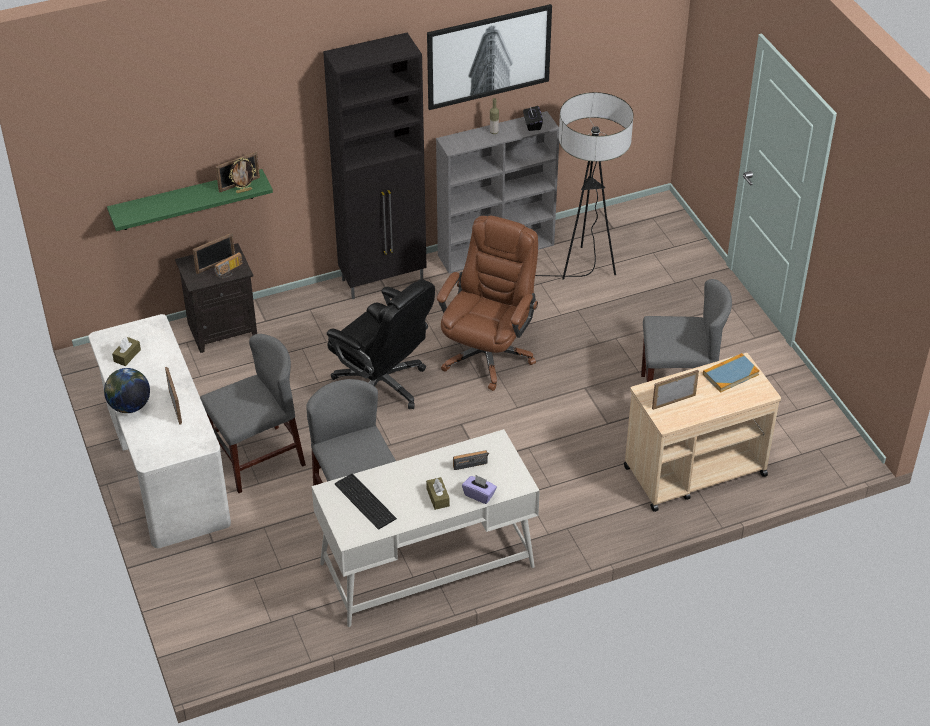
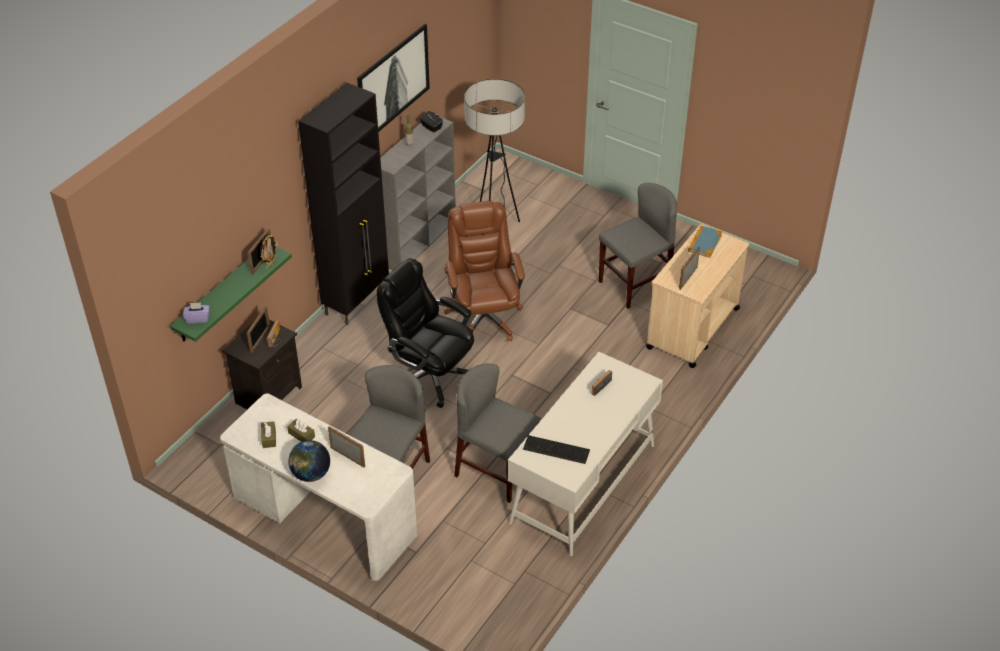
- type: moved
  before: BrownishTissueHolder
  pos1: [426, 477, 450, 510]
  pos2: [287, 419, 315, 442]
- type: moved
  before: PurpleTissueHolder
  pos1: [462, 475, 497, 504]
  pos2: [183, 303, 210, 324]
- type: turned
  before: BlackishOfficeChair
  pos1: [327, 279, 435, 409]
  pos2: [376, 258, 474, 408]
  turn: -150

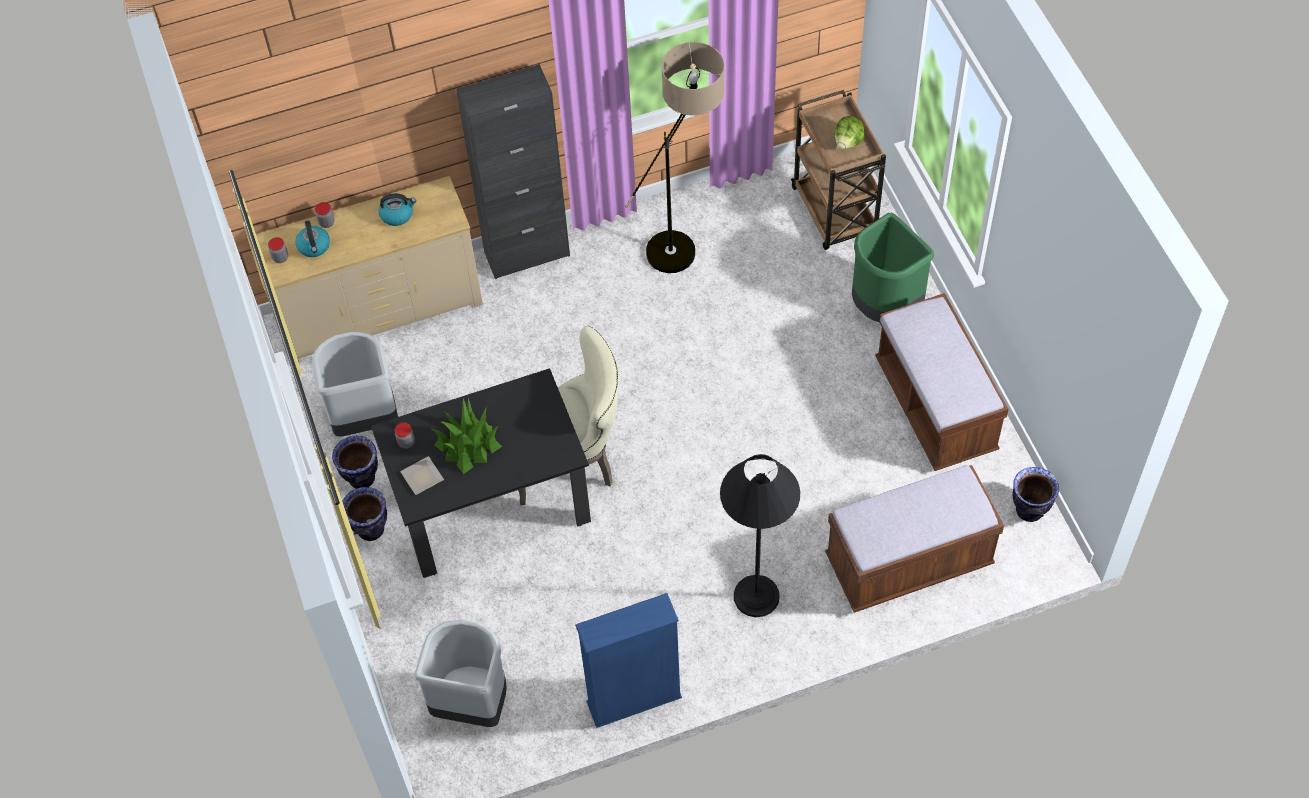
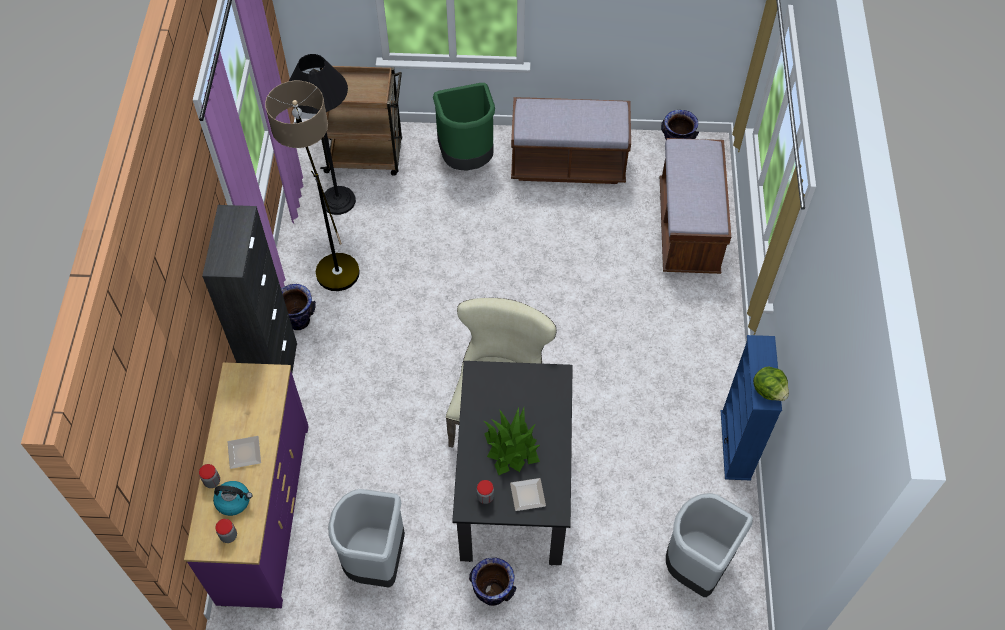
- type: removed
  before: TeaKettle
  pos1: [379, 193, 416, 226]
- type: added
  after: FlatDish
  pos2: [228, 436, 261, 469]
- type: moved
  before: DecorativeVase
  pos1: [332, 435, 378, 489]
  pos2: [281, 284, 316, 330]
- type: moved
  before: BlackishFloorLamp
  pos1: [720, 454, 800, 618]
  pos2: [289, 54, 356, 215]
- type: moved
  before: Lettuce
  pos1: [834, 116, 865, 149]
  pos2: [753, 366, 789, 401]
- type: recoloured
  before: BeigeChestOfDrawers
  after: PurpleChestOfDrawers
  pos1: [247, 176, 483, 362]
  pos2: [184, 362, 309, 609]

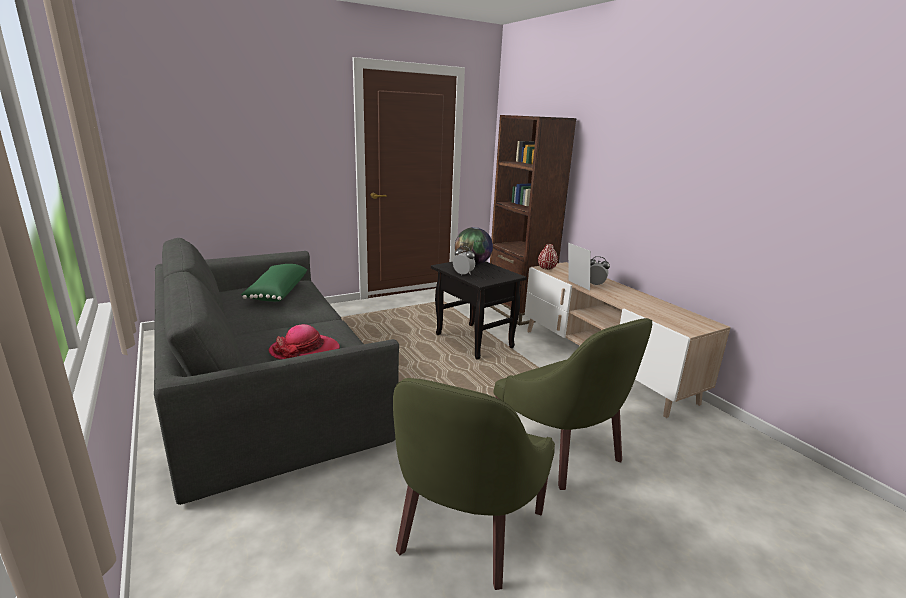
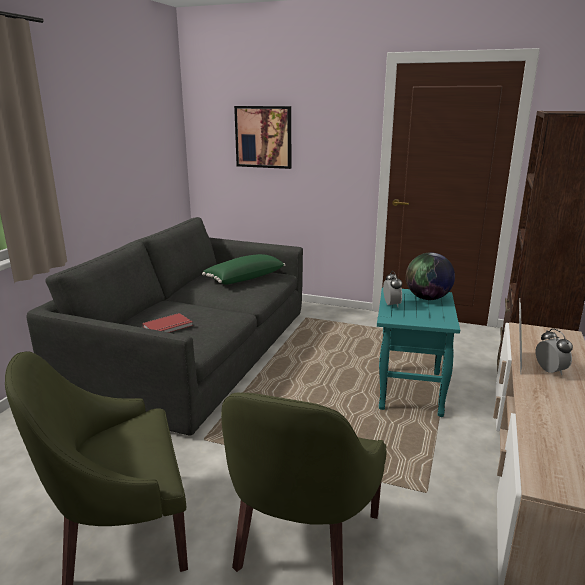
- type: removed
  before: ReddishDecorativeVase
  pos1: [538, 244, 558, 270]
- type: added
  after: Picture
  pos2: [234, 106, 291, 169]
- type: replaced
  before: Hat
  after: ReddishBoundBook
  pos1: [269, 324, 340, 360]
  pos2: [142, 313, 193, 333]
- type: recoloured
  before: BlackishAccentTable
  after: BlueGreenAccentTable
  pos1: [431, 261, 526, 359]
  pos2: [377, 287, 460, 417]

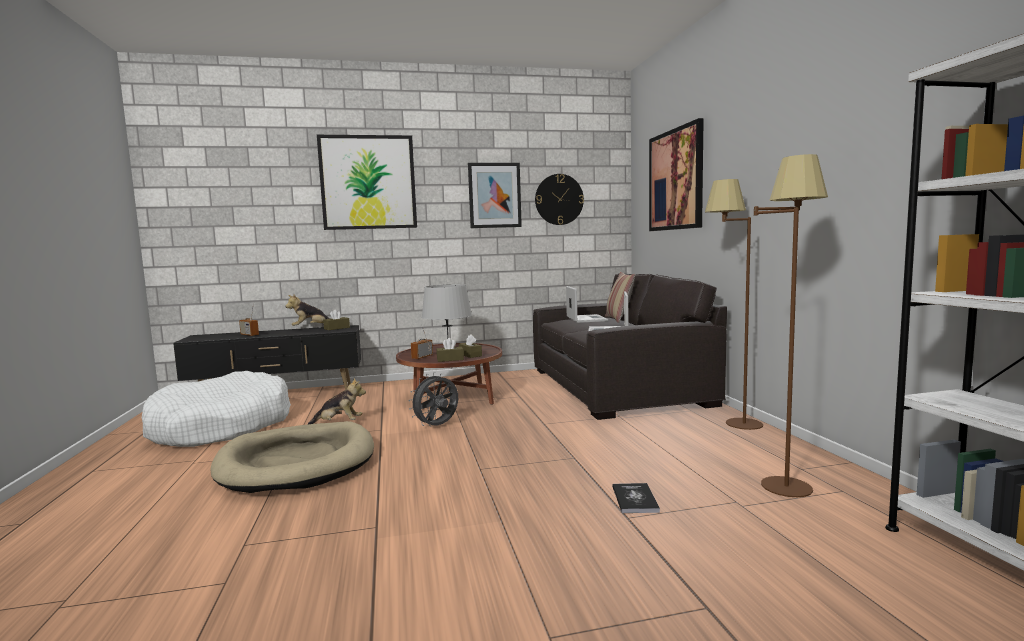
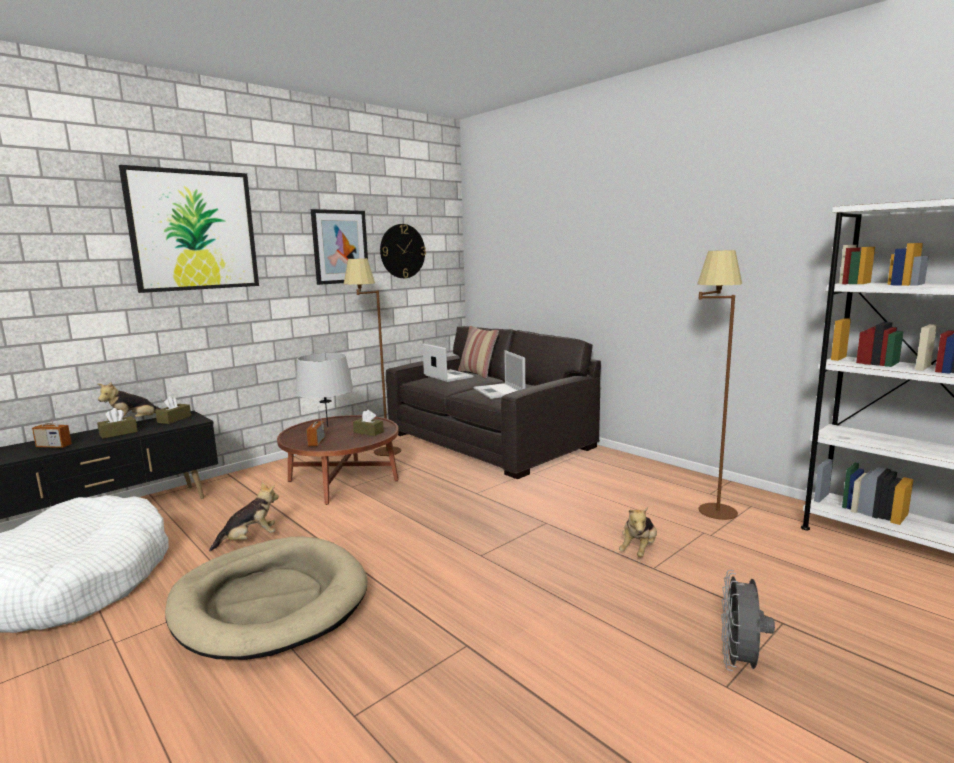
- type: removed
  before: Picture
  pos1: [649, 118, 704, 231]
- type: moved
  before: GreyishCoolingFan
  pos1: [408, 372, 458, 427]
  pos2: [721, 570, 775, 671]
- type: moved
  before: BrownishTissueHolder
  pos1: [437, 338, 464, 362]
  pos2: [97, 408, 138, 439]
- type: moved
  before: BrownishFloorLamp
  pos1: [705, 179, 763, 430]
  pos2: [344, 258, 401, 456]
- type: replaced
  before: BoundBook
  after: CuddlyToy
  pos1: [612, 483, 660, 513]
  pos2: [619, 507, 657, 557]

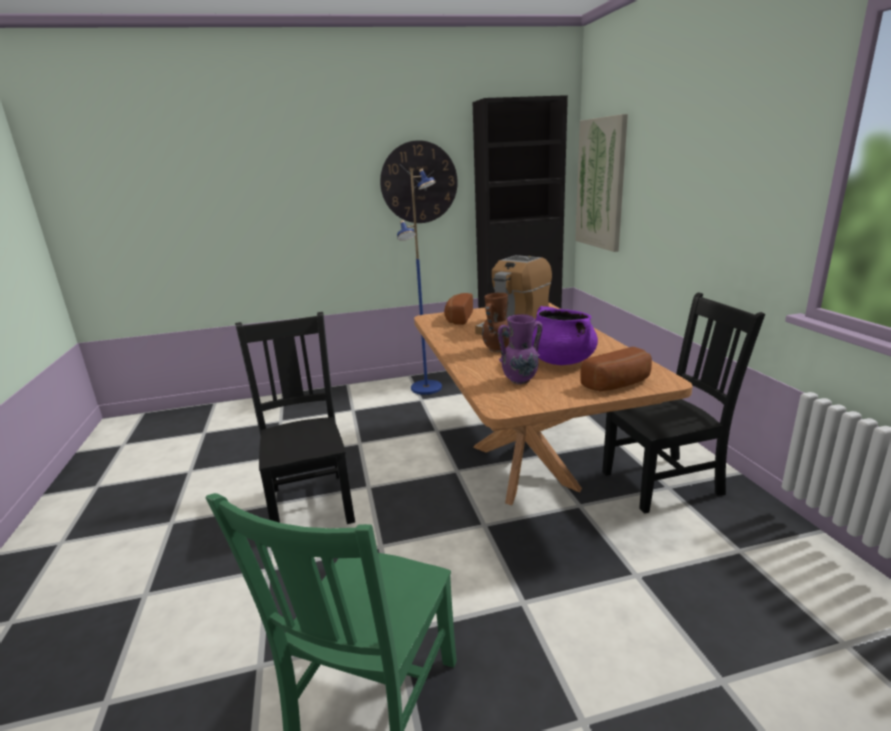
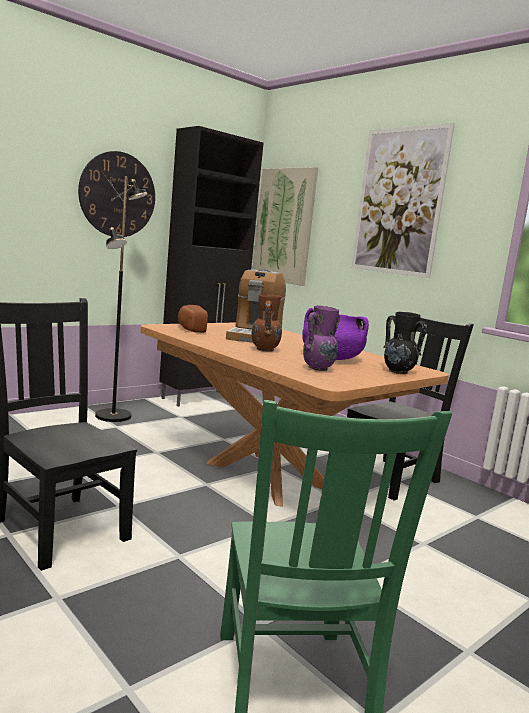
- type: added
  after: Picture
  pos2: [351, 123, 455, 278]
- type: replaced
  before: BakeryBread
  after: BlackishDecorativeVase
  pos1: [580, 347, 652, 392]
  pos2: [383, 312, 427, 374]
- type: recoloured
  before: BlueFloorLamp
  after: BlackishFloorLamp
  pos1: [397, 168, 442, 395]
  pos2: [95, 176, 148, 422]

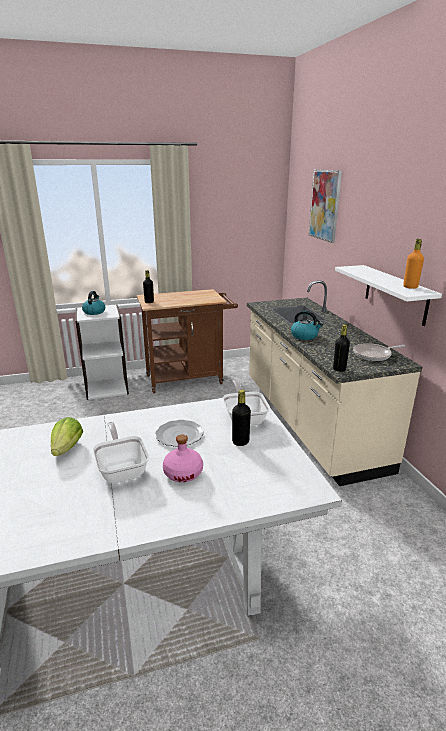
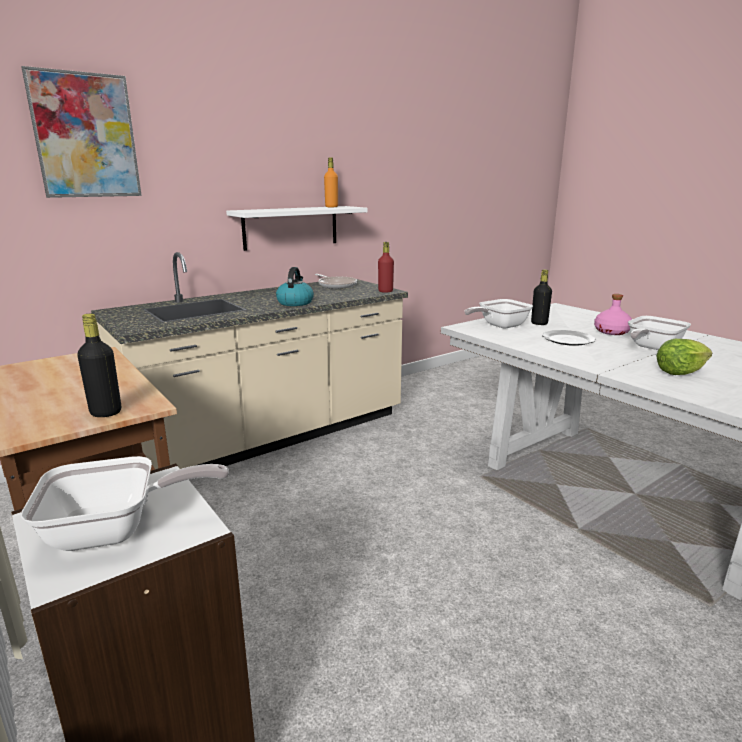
- type: replaced
  before: TeaKettle
  after: Skillet
  pos1: [82, 291, 105, 315]
  pos2: [21, 456, 229, 551]
- type: recoloured
  before: BlackishDrinkBottle
  after: ReddishDrinkBottle
  pos1: [333, 325, 350, 372]
  pos2: [378, 242, 394, 293]

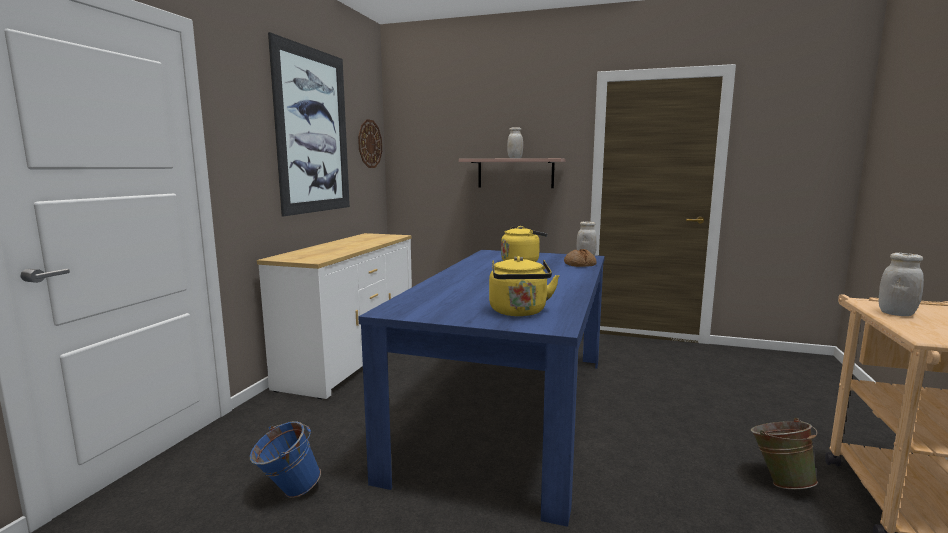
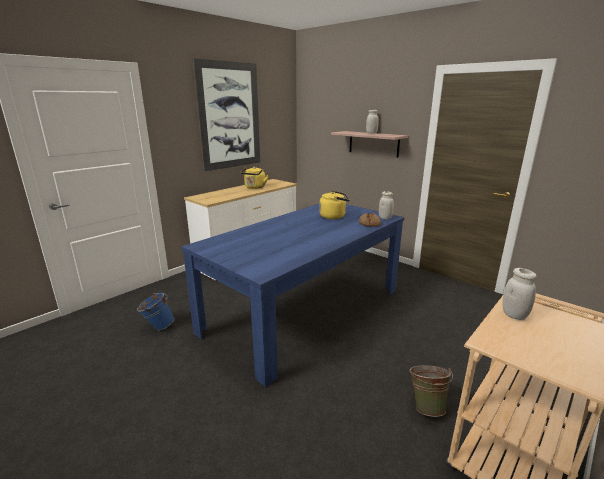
- type: removed
  before: ClockOnTheWall
  pos1: [358, 119, 382, 168]
- type: moved
  before: YellowTeaKettle
  pos1: [489, 256, 559, 316]
  pos2: [241, 167, 269, 189]

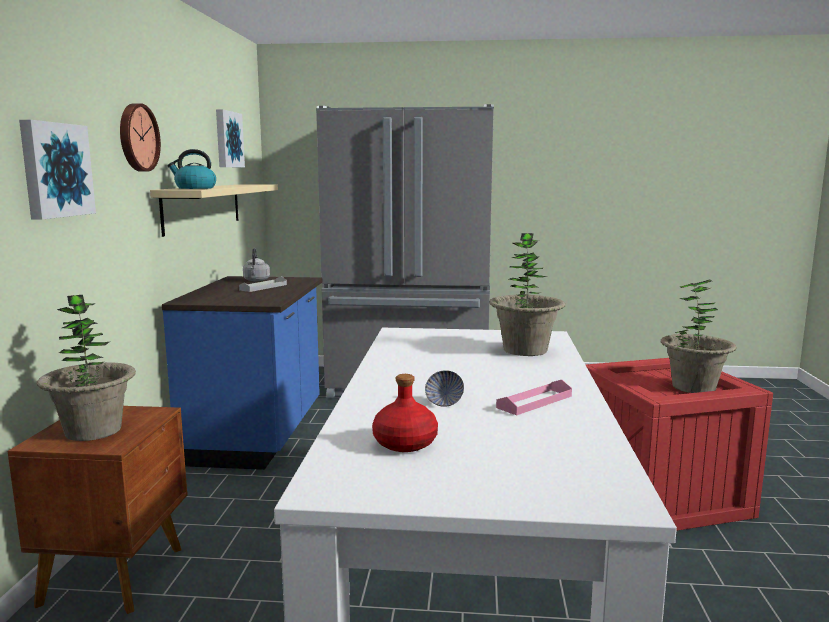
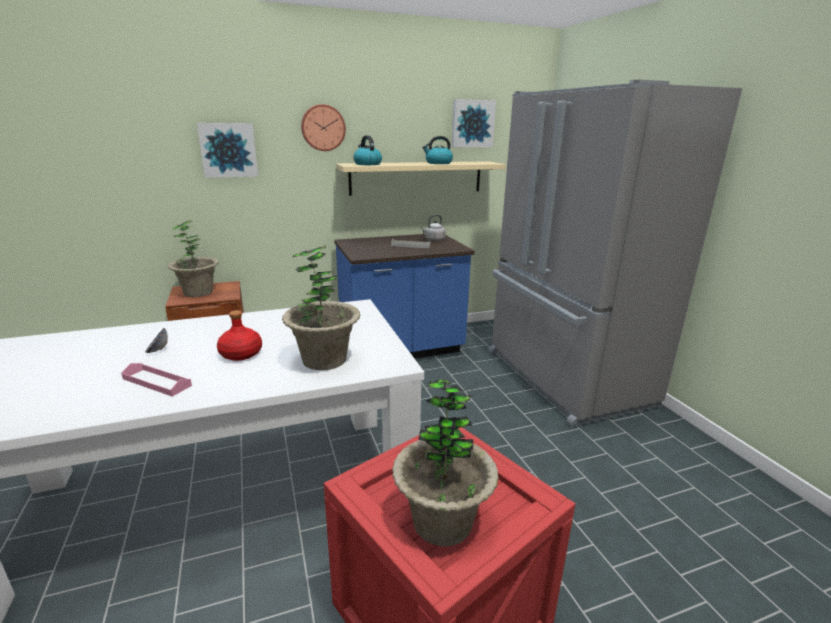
- type: added
  after: TeaKettle
  pos2: [422, 136, 453, 164]
- type: moved
  before: ReddishDrinkBottle
  pos1: [372, 374, 438, 452]
  pos2: [217, 310, 262, 361]

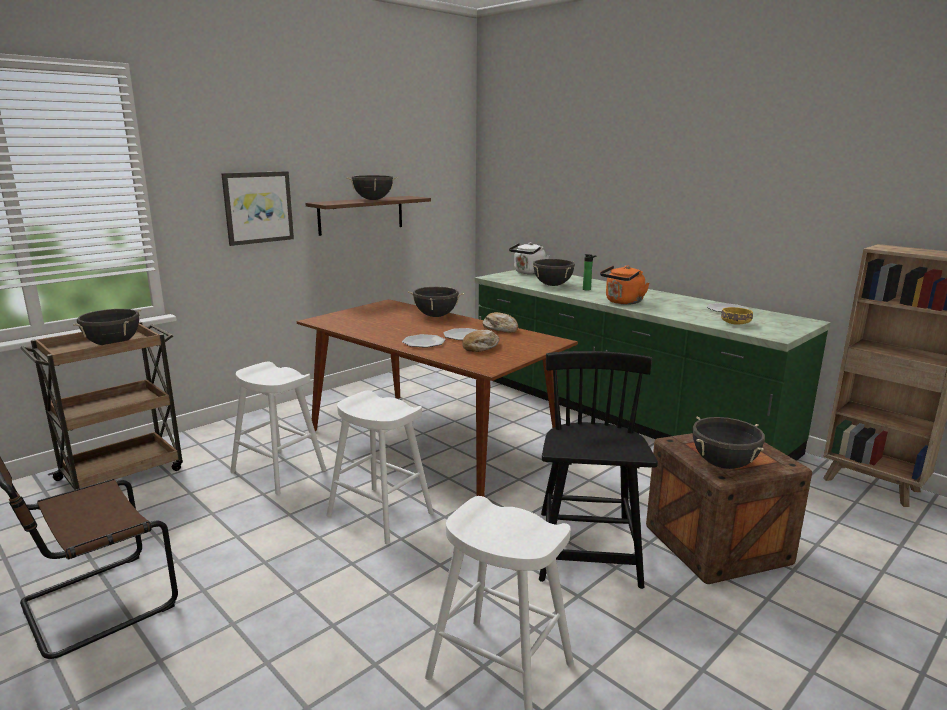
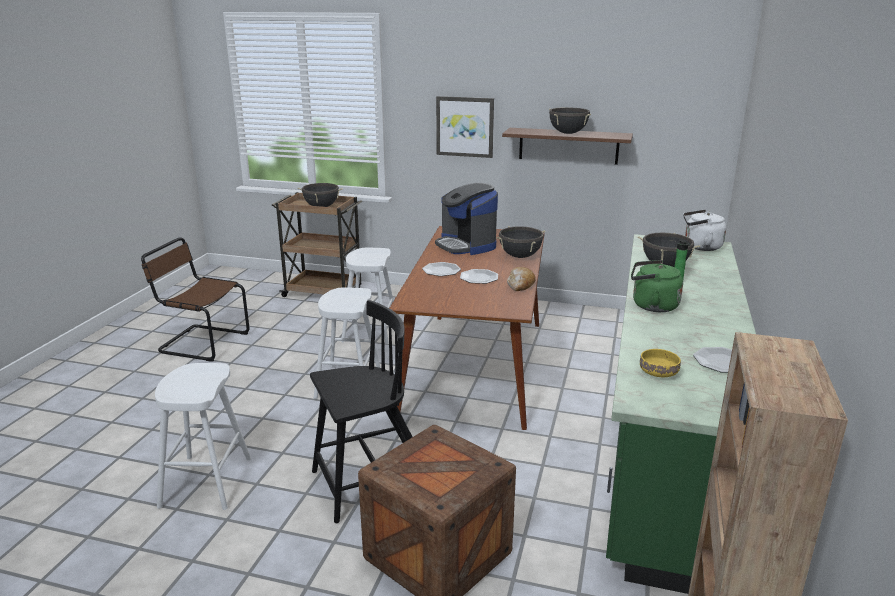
- type: removed
  before: BakeryBread
  pos1: [462, 330, 500, 352]
- type: removed
  before: BlackishSaucepot
  pos1: [692, 416, 765, 469]
- type: added
  after: CoffeeMaker
  pos2: [435, 183, 498, 255]
- type: recoloured
  before: OrangeTeaKettle
  after: GreenTeaKettle
  pos1: [600, 265, 650, 305]
  pos2: [631, 260, 683, 312]

